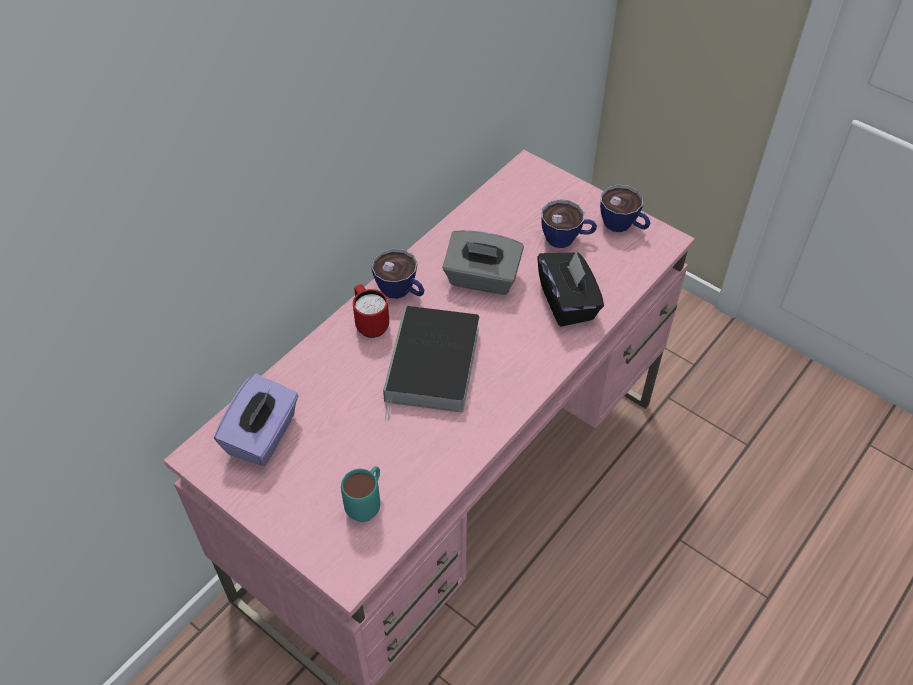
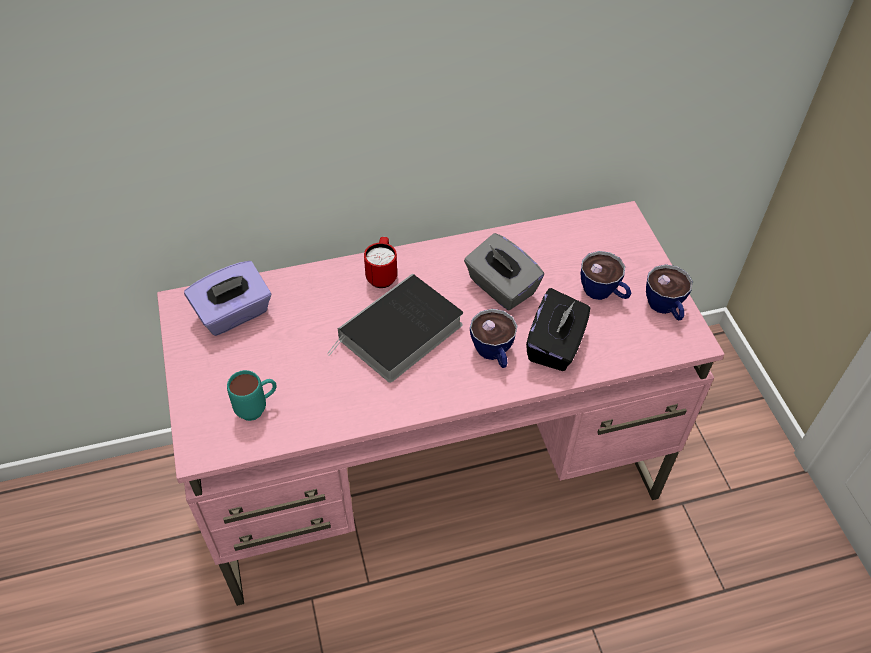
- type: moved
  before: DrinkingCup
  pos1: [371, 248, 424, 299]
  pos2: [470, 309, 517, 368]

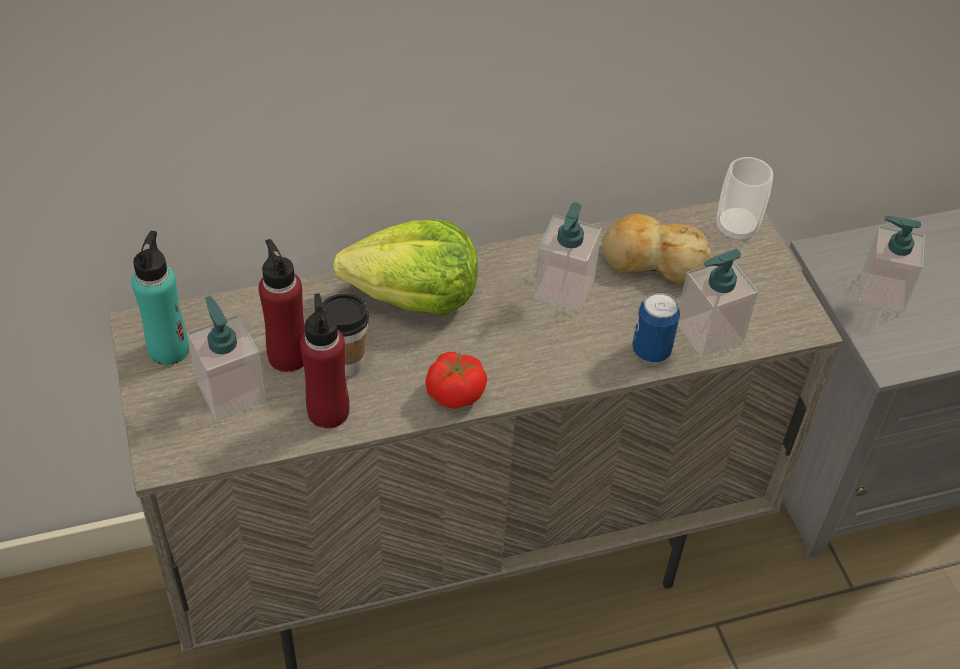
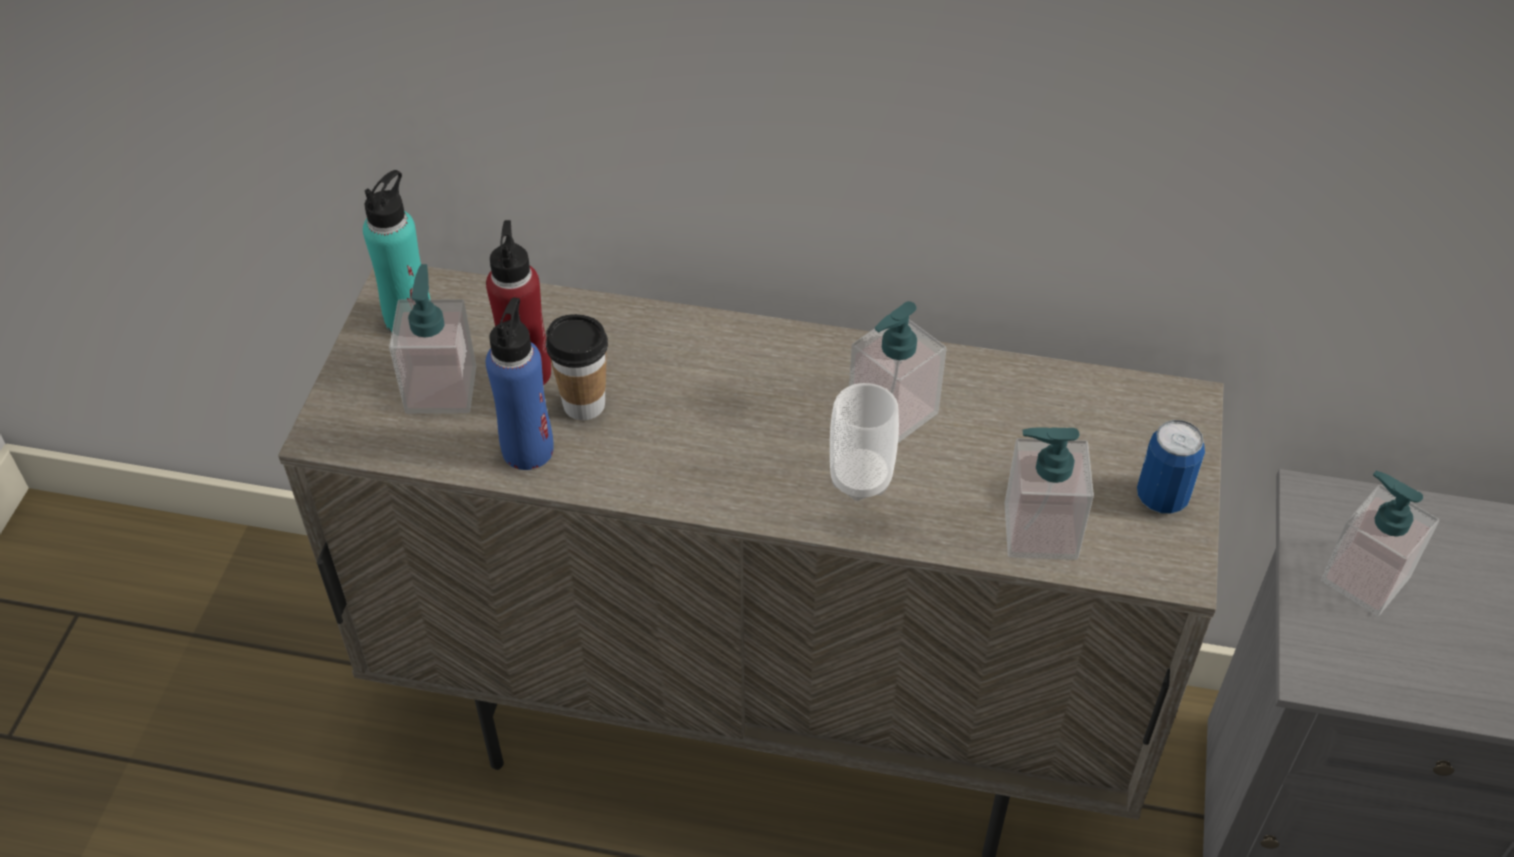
- type: removed
  before: Lettuce
  pos1: [333, 220, 478, 315]
- type: removed
  before: FreshTomato
  pos1: [425, 352, 487, 409]
- type: removed
  before: BakeryBread
  pos1: [602, 214, 712, 285]
- type: moved
  before: Can
  pos1: [632, 292, 680, 363]
  pos2: [1137, 420, 1205, 514]
- type: moved
  before: DrinkingCup
  pos1: [716, 157, 773, 242]
  pos2: [830, 383, 899, 501]
- type: recoloured
  before: ReddishDrinkBottle
  after: BlueDrinkBottle
  pos1: [300, 294, 349, 428]
  pos2: [486, 297, 554, 470]

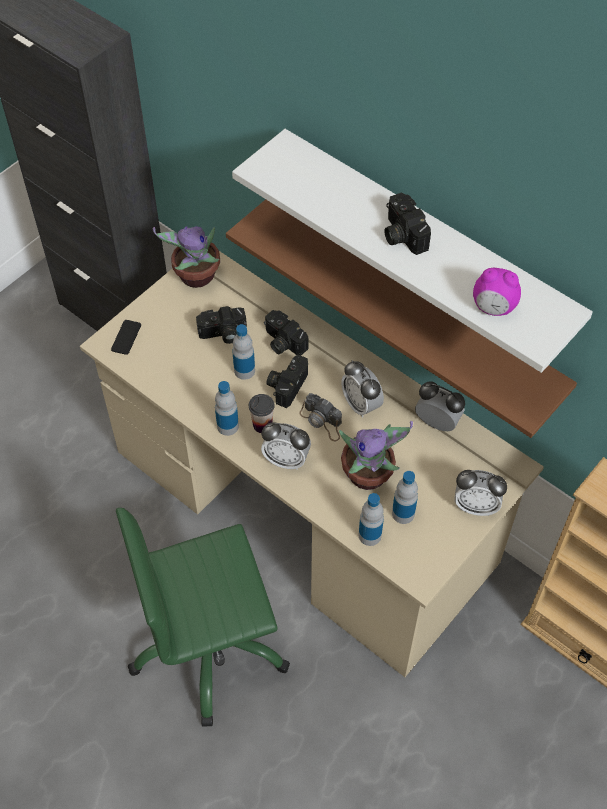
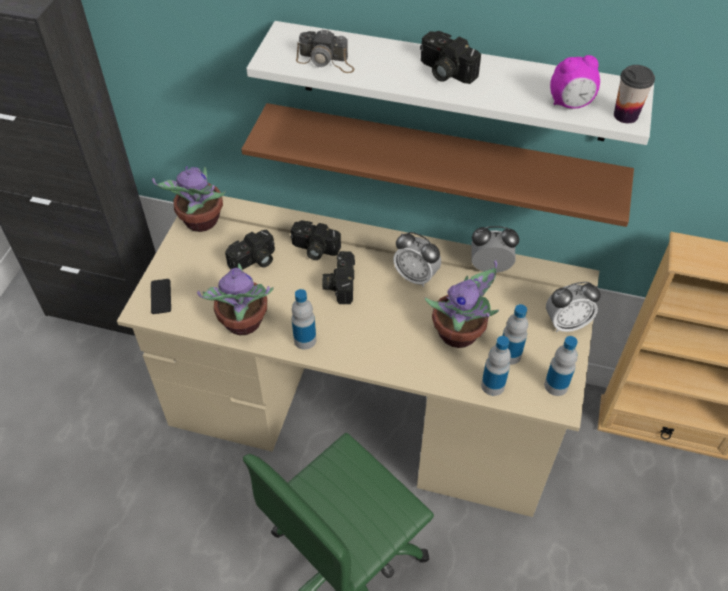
- type: removed
  before: BedsideClock
  pos1: [261, 422, 311, 470]
- type: added
  after: PottedPlant
  pos2: [197, 263, 274, 335]
- type: moved
  before: DrinkBottle
  pos1: [232, 324, 255, 380]
  pos2: [544, 336, 578, 396]
- type: moved
  before: DrinkingCup
  pos1: [249, 394, 275, 433]
  pos2: [614, 65, 655, 123]
- type: moved
  before: PhotoCamera
  pos1: [299, 393, 342, 441]
  pos2: [296, 29, 355, 73]

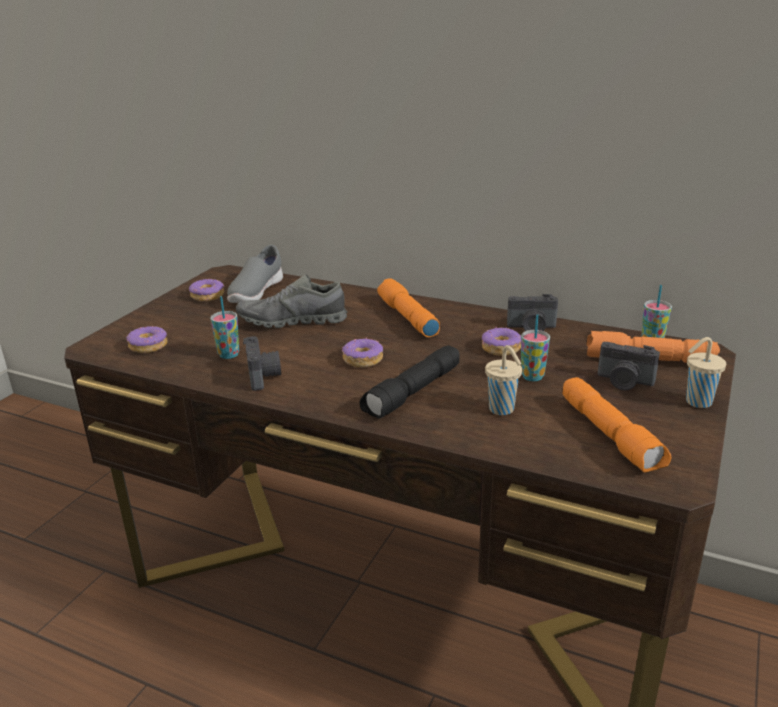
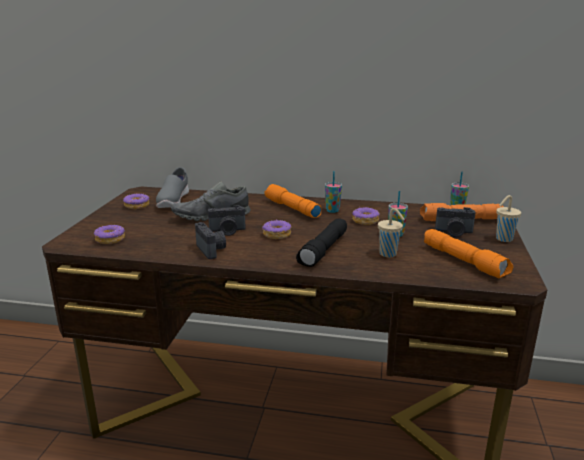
- type: moved
  before: DrinkingCup
  pos1: [210, 296, 239, 359]
  pos2: [325, 171, 342, 213]
- type: moved
  before: PhotoCamera
  pos1: [507, 294, 558, 331]
  pos2: [208, 205, 246, 236]

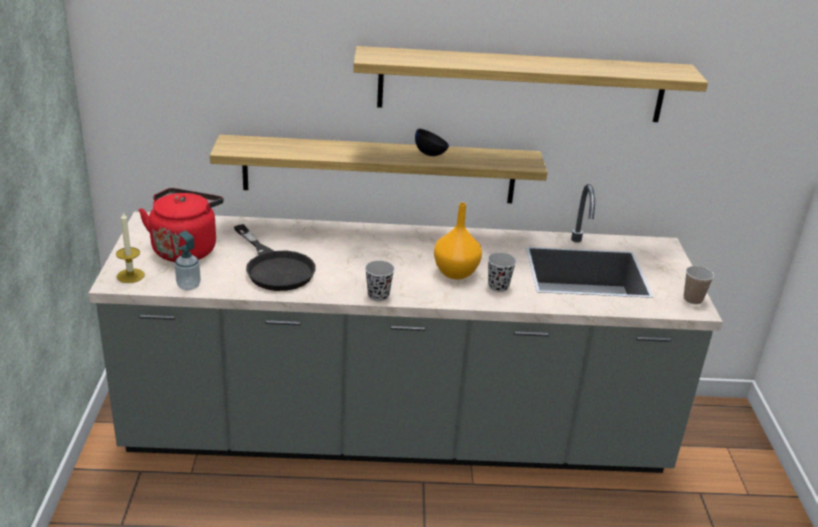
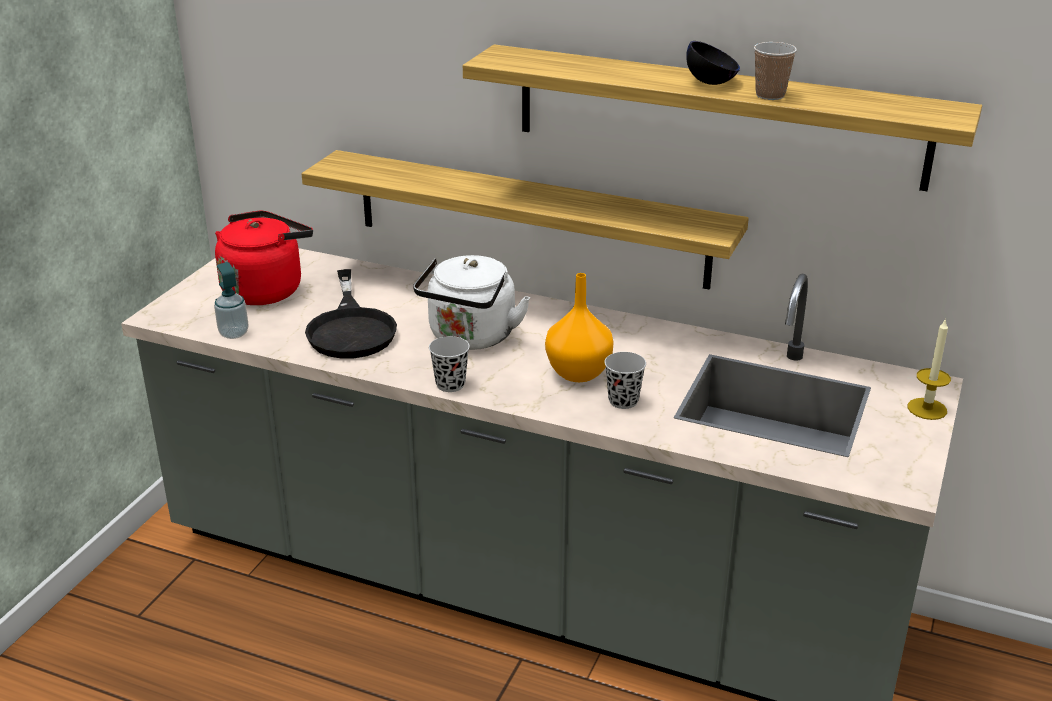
- type: added
  after: WhitishTeaKettle
  pos2: [413, 255, 531, 350]
- type: moved
  before: WaxLight
  pos1: [116, 212, 145, 283]
  pos2: [908, 318, 951, 420]
- type: moved
  before: BlackishServingBowl
  pos1: [415, 129, 449, 156]
  pos2: [686, 41, 740, 85]
- type: moved
  before: DrinkingCup
  pos1: [684, 266, 714, 304]
  pos2: [754, 42, 797, 100]

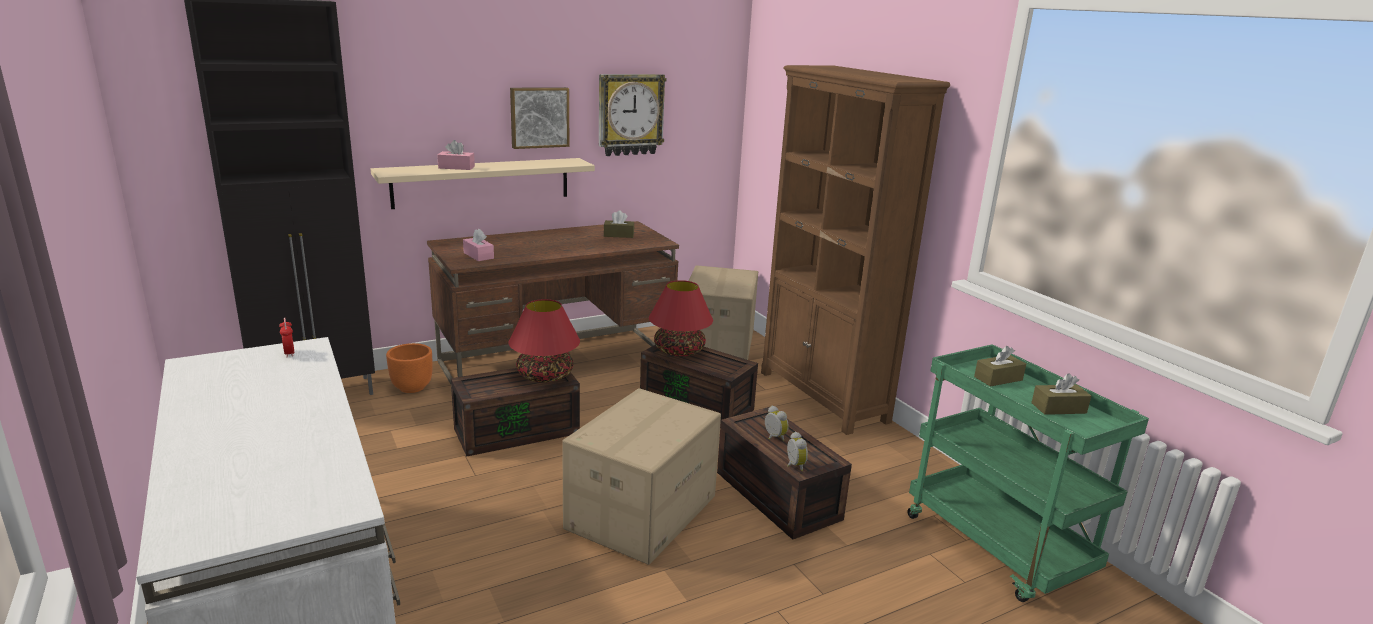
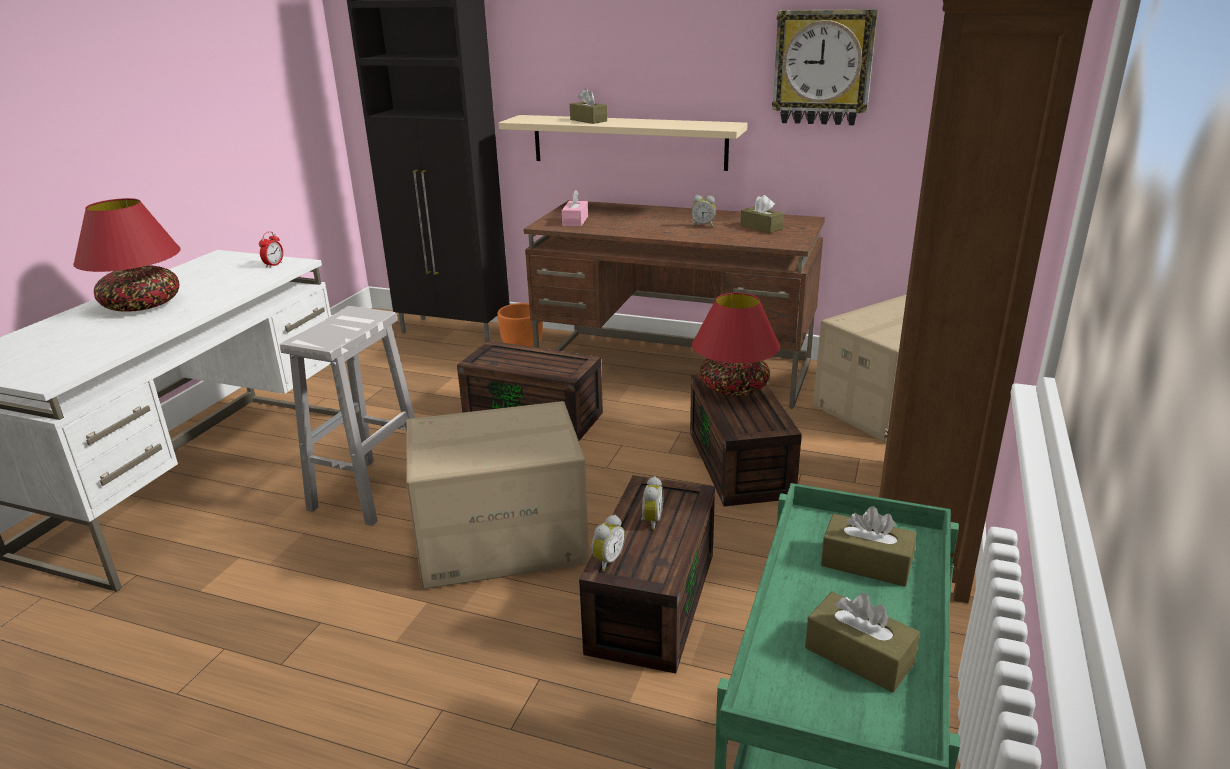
- type: removed
  before: Picture
  pos1: [510, 87, 569, 149]
- type: added
  after: WhitishSittingStool
  pos2: [280, 306, 415, 526]
- type: added
  after: BedsideClock
  pos2: [691, 195, 716, 227]
- type: moved
  before: ReddishTabletopLamp
  pos1: [509, 299, 580, 383]
  pos2: [73, 198, 181, 312]
- type: recoloured
  before: PinkColouredTissueHolder
  after: BrownishTissueHolder
  pos1: [437, 140, 475, 170]
  pos2: [570, 88, 607, 124]

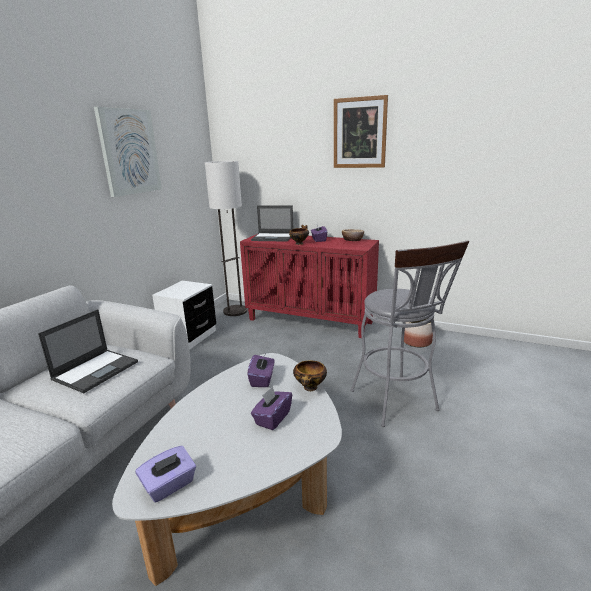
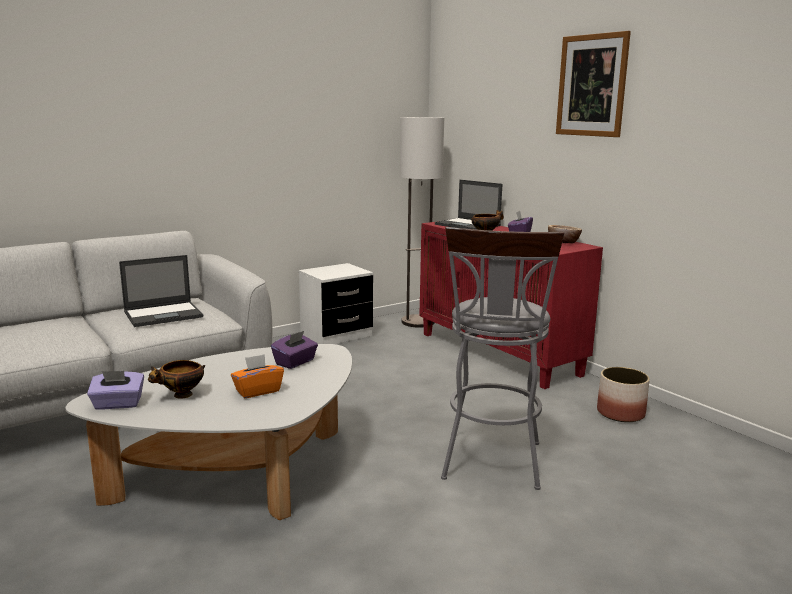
- type: removed
  before: Picture
  pos1: [94, 107, 162, 197]
- type: moved
  before: ServingBowl
  pos1: [293, 361, 327, 391]
  pos2: [148, 360, 205, 399]
- type: recoloured
  before: PurpleTissueHolder
  after: OrangeTissueHolder
  pos1: [251, 386, 292, 430]
  pos2: [231, 354, 284, 398]

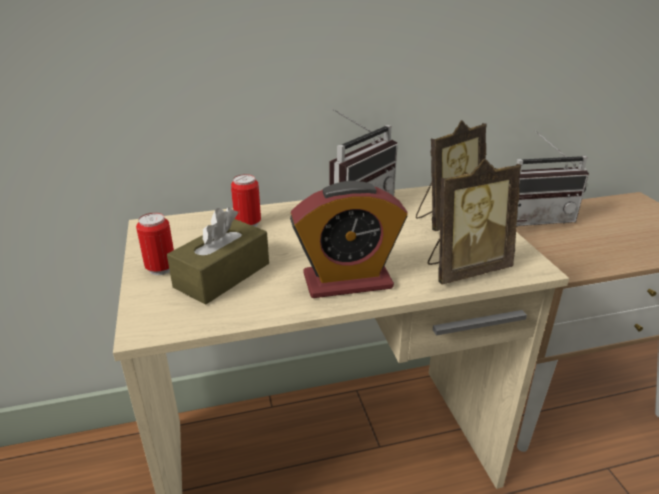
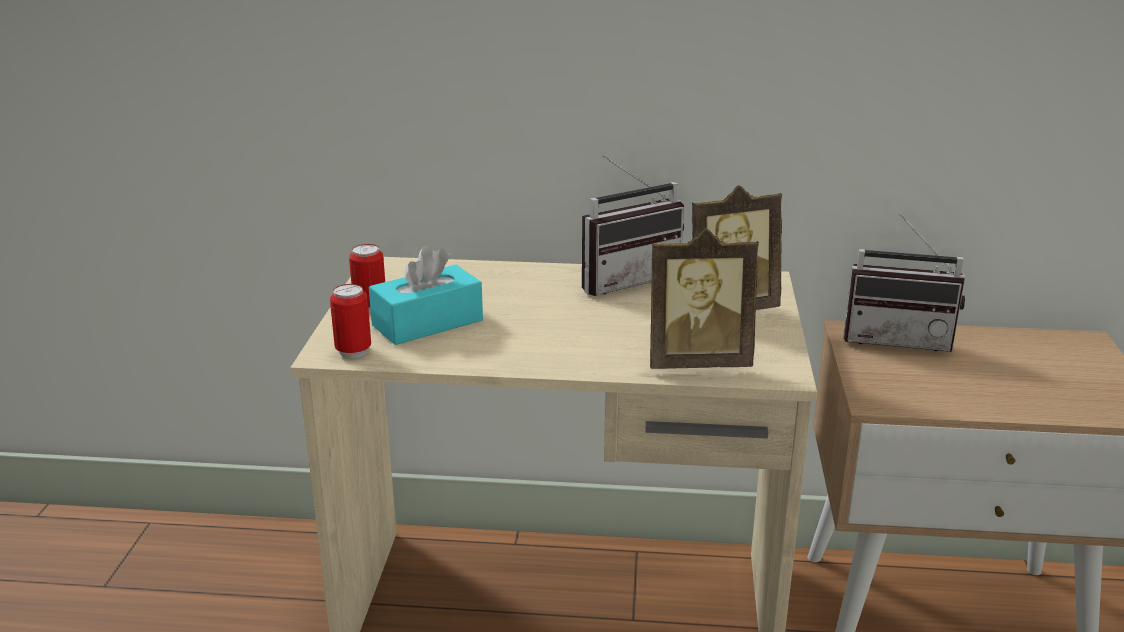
- type: removed
  before: BedsideClock
  pos1: [290, 181, 407, 298]
- type: moved
  before: Can
  pos1: [231, 174, 261, 227]
  pos2: [330, 284, 371, 358]
- type: recoloured
  before: BrownishTissueHolder
  after: BlueGreenTissueHolder
  pos1: [167, 207, 269, 305]
  pos2: [369, 245, 483, 345]

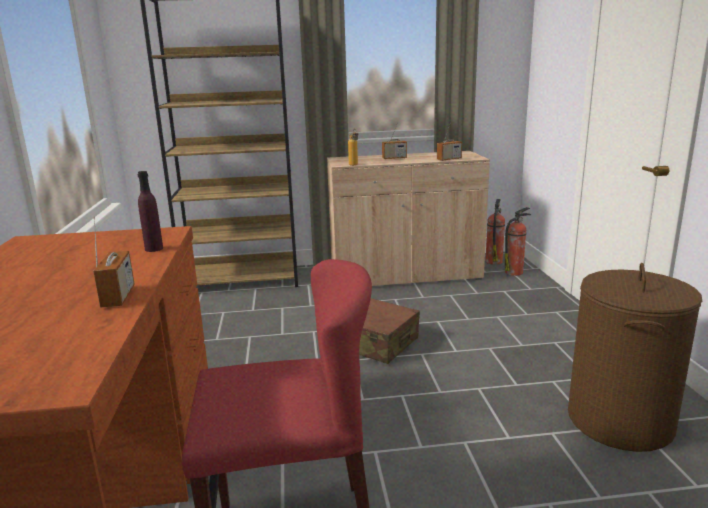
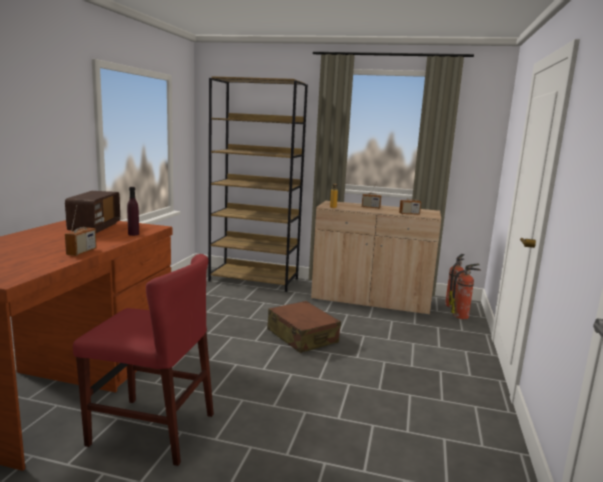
- type: removed
  before: BrownishLaundryBasket
  pos1: [568, 263, 702, 452]
- type: added
  after: RadioSet
  pos2: [65, 191, 120, 233]

